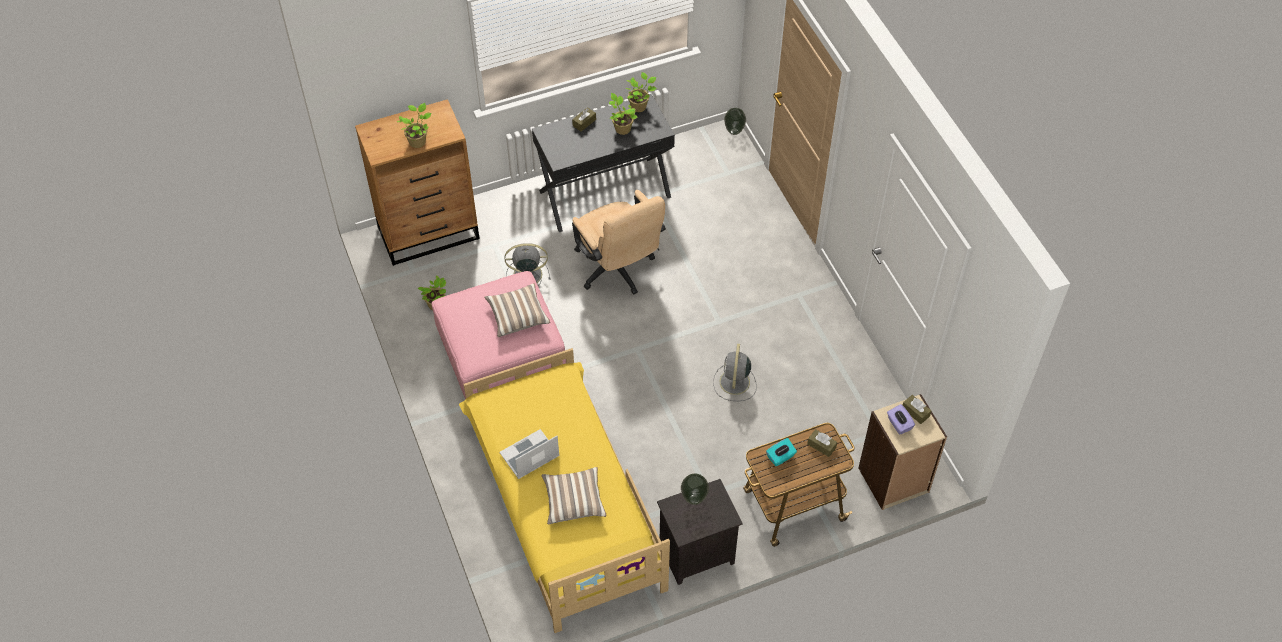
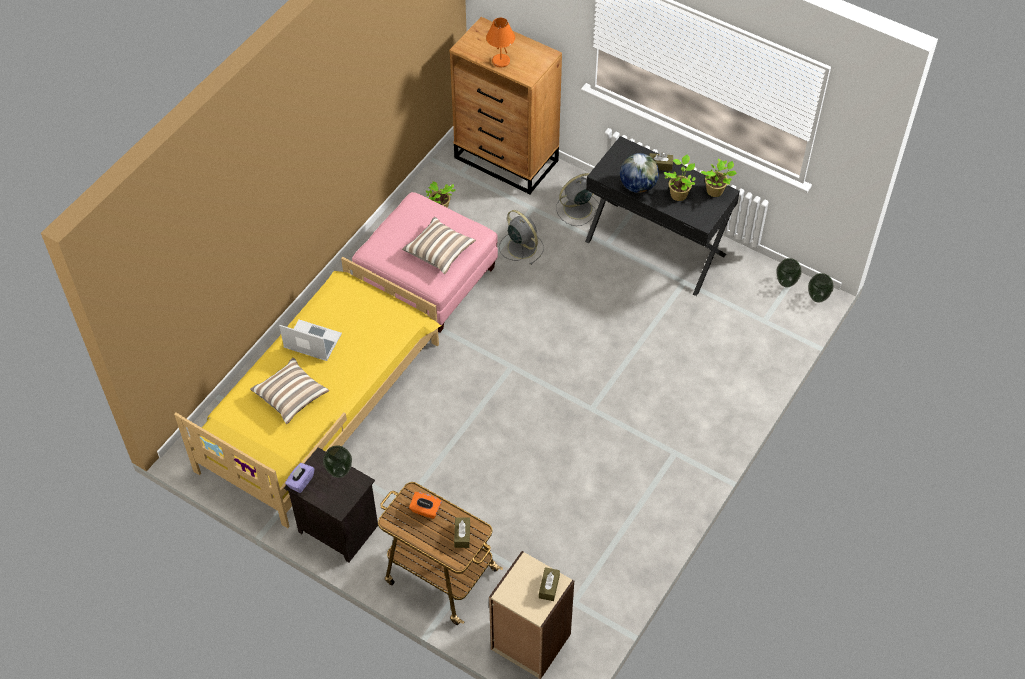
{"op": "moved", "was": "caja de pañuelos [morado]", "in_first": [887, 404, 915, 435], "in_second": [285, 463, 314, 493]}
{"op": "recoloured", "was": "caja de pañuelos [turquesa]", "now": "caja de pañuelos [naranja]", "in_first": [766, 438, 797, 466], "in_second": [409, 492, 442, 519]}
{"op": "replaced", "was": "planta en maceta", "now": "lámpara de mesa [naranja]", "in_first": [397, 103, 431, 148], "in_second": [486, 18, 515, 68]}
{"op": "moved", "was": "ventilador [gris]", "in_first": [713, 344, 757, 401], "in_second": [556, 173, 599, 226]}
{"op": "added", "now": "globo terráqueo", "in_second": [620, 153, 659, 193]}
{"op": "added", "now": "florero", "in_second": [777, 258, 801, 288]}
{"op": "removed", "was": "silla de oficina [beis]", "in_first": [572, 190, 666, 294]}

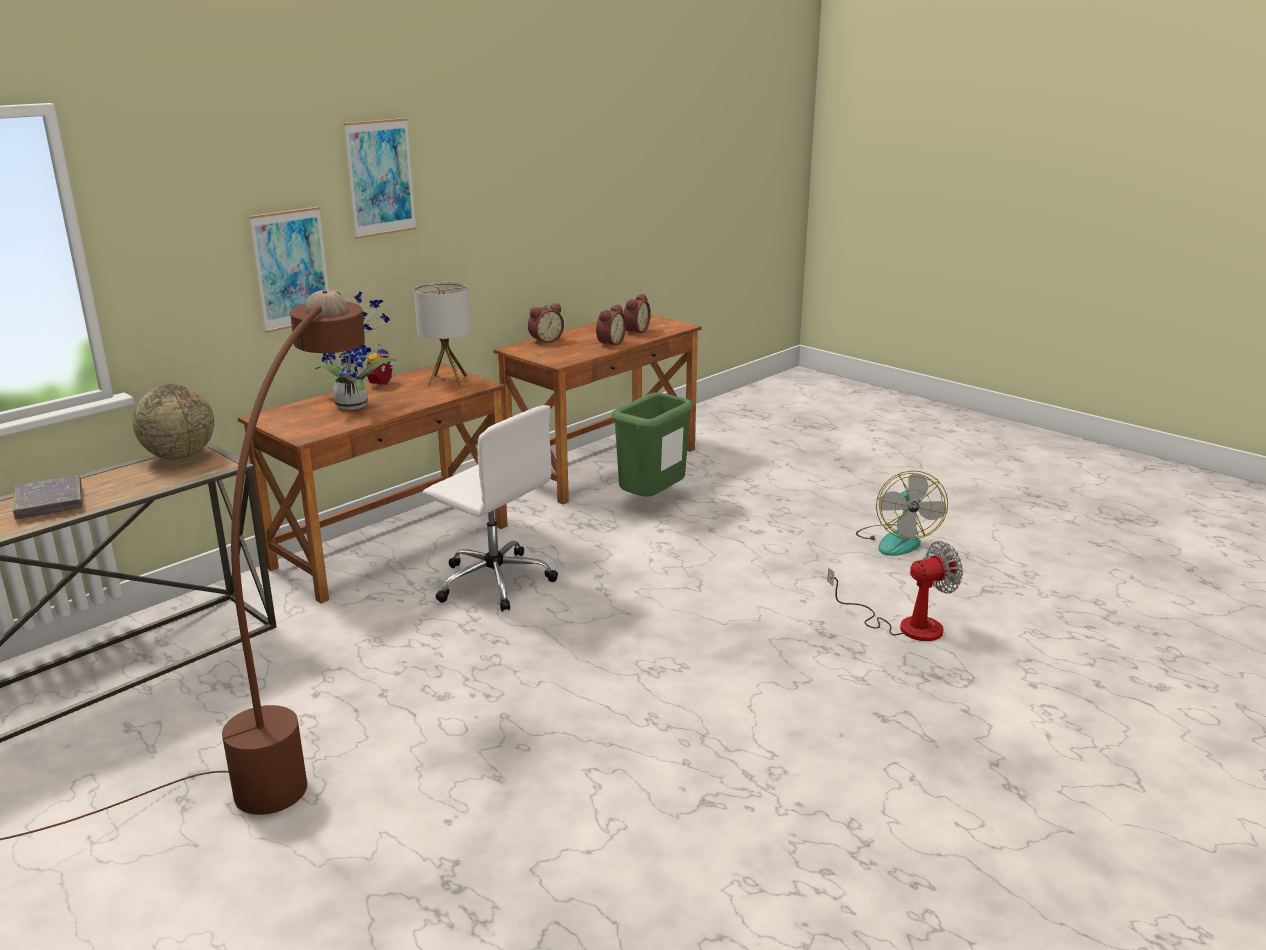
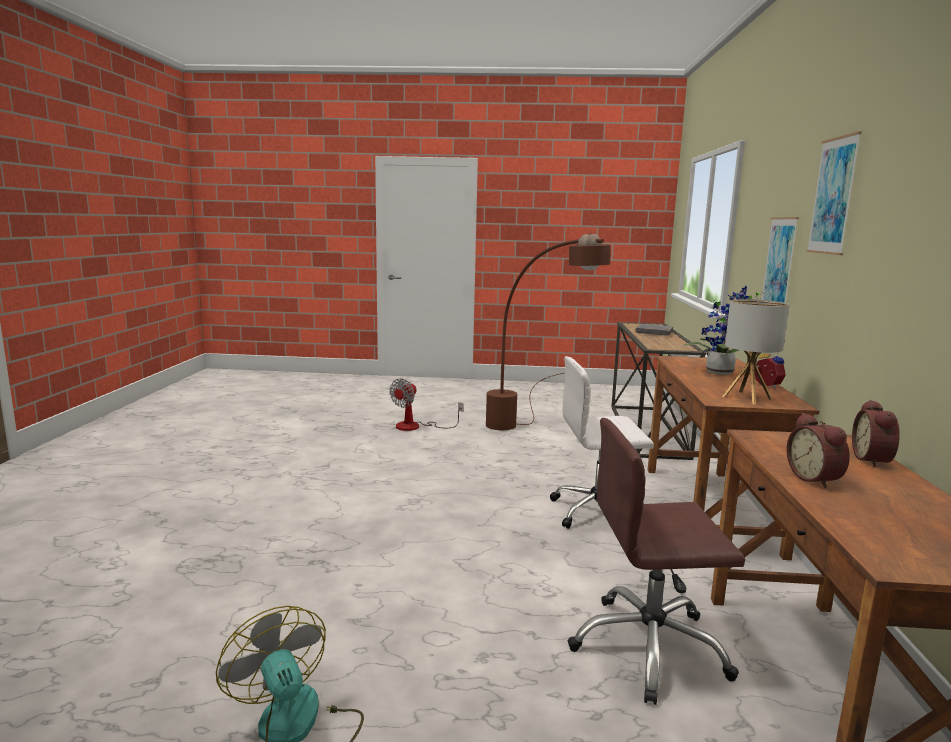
{"op": "moved", "was": "ventilador", "in_first": [827, 541, 963, 641], "in_second": [389, 378, 464, 431]}
{"op": "replaced", "was": "papelera [verde]", "now": "silla de oficina [marrón]", "in_first": [612, 392, 693, 497], "in_second": [568, 418, 745, 705]}
{"op": "removed", "was": "globo terráqueo", "in_first": [133, 384, 214, 460]}
{"op": "removed", "was": "despertador", "in_first": [623, 294, 651, 335]}

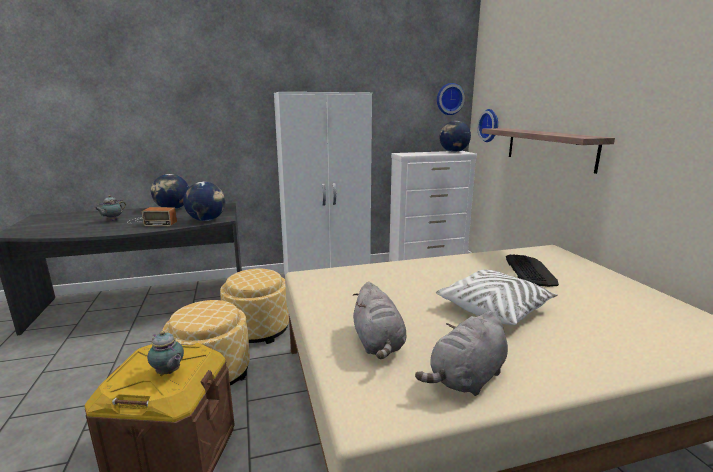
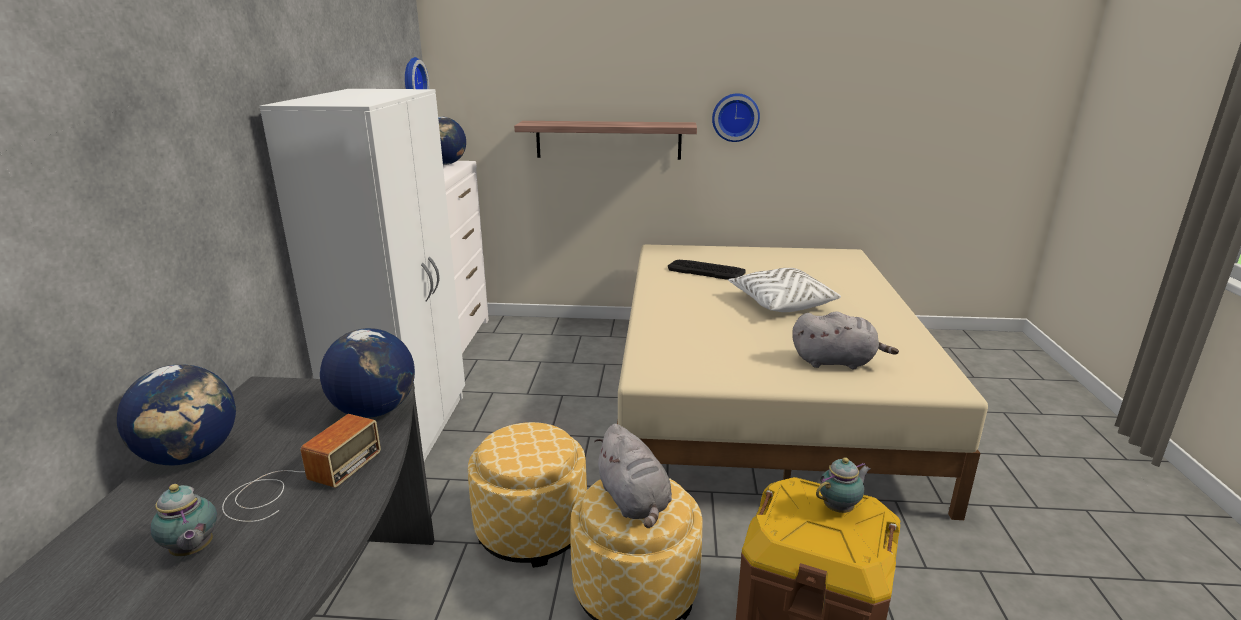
{"op": "moved", "was": "peluche [gris]", "in_first": [415, 311, 508, 396], "in_second": [594, 424, 672, 528]}
{"op": "moved", "was": "reloj de pared", "in_first": [477, 109, 498, 142], "in_second": [712, 93, 760, 142]}

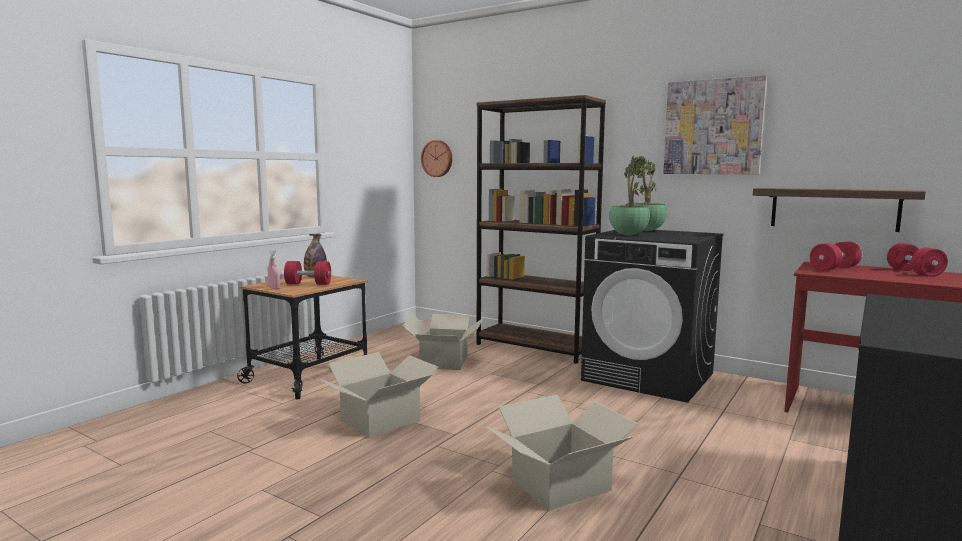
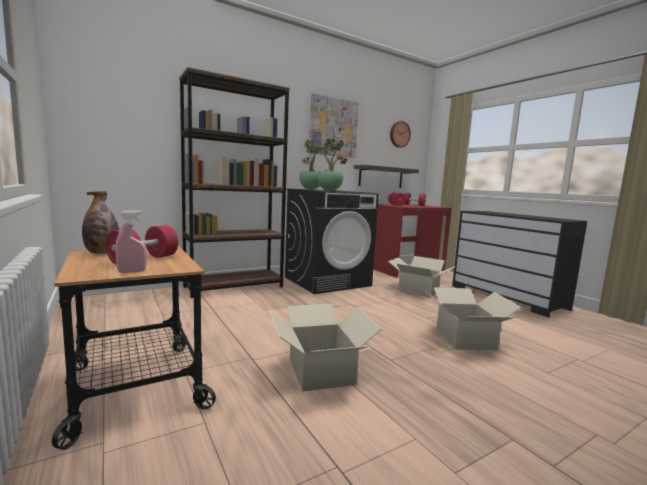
{"op": "moved", "was": "caja de cartón", "in_first": [402, 314, 483, 370], "in_second": [388, 256, 455, 297]}
{"op": "moved", "was": "reloj de pared", "in_first": [421, 140, 452, 177], "in_second": [390, 121, 411, 148]}

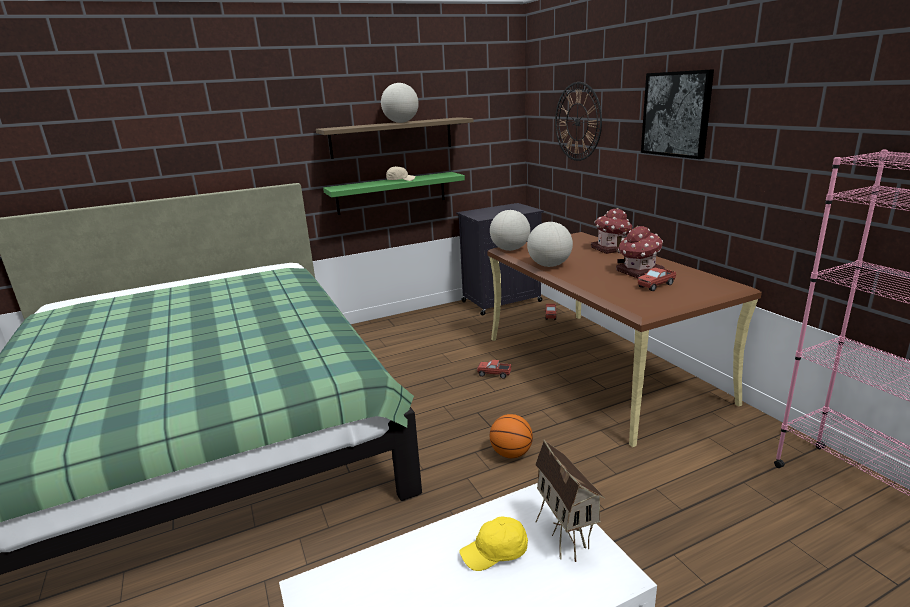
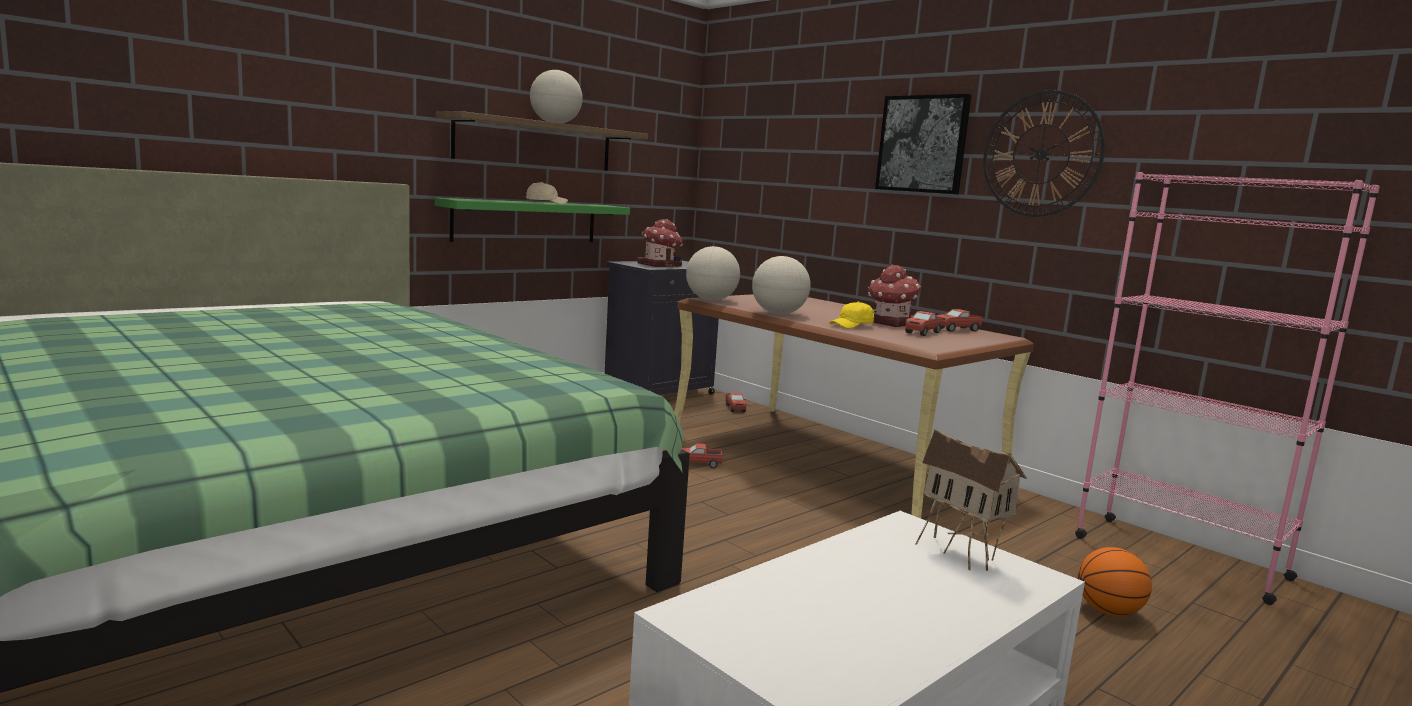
{"op": "moved", "was": "casita", "in_first": [591, 208, 633, 254], "in_second": [637, 219, 683, 267]}
{"op": "moved", "was": "gorra [amarillo]", "in_first": [459, 516, 528, 571], "in_second": [830, 302, 874, 329]}
{"op": "added", "now": "camión de juguete", "in_second": [936, 309, 983, 332]}
{"op": "moved", "was": "reloj de pared", "in_first": [555, 82, 602, 161], "in_second": [983, 90, 1105, 217]}
{"op": "moved", "was": "balón de baloncesto", "in_first": [490, 414, 533, 458], "in_second": [1078, 547, 1152, 616]}

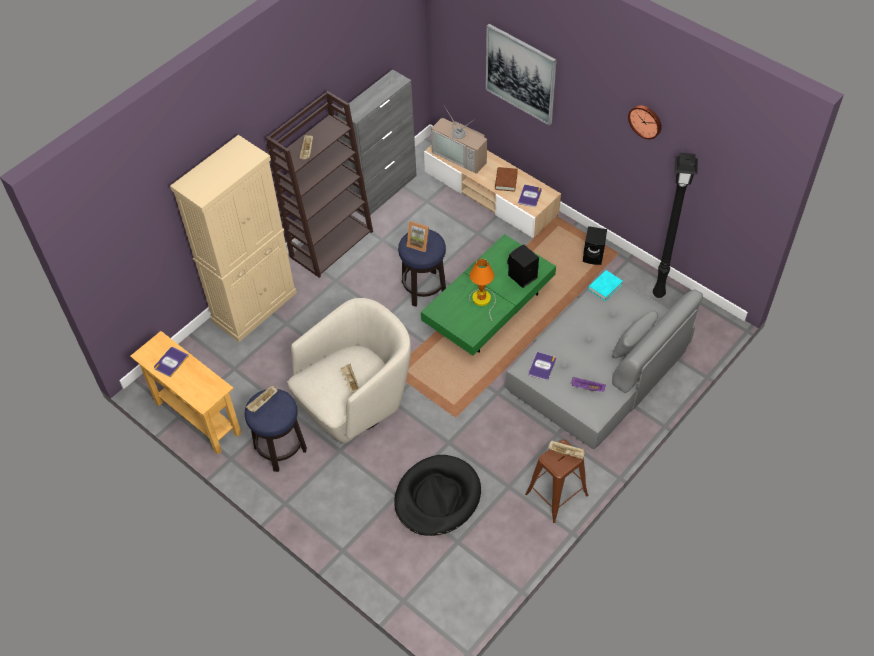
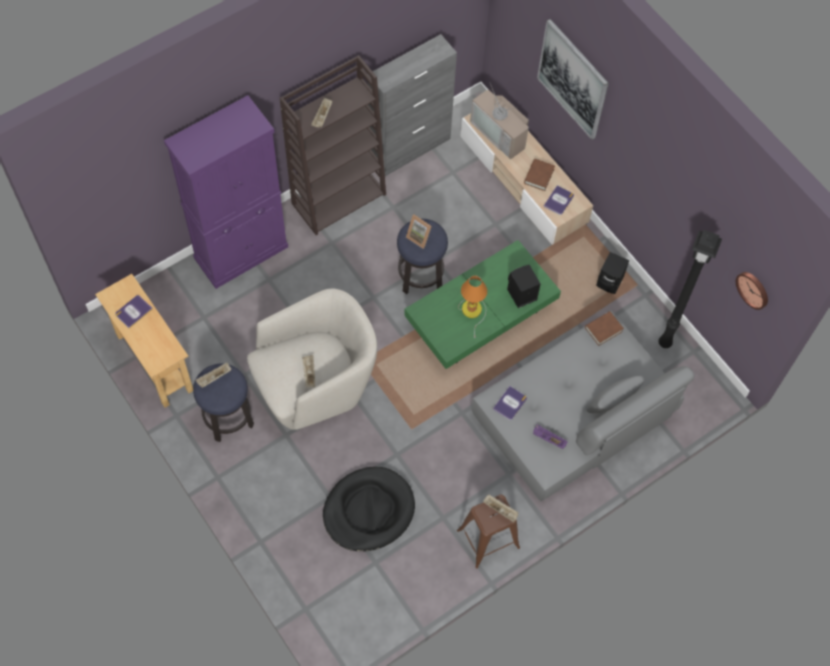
{"op": "recoloured", "was": "armario [beis]", "now": "armario [morado]", "in_first": [170, 135, 297, 342], "in_second": [164, 95, 288, 289]}
{"op": "recoloured", "was": "libro [turquesa]", "now": "libro [marrón]", "in_first": [588, 270, 623, 301], "in_second": [585, 311, 624, 346]}
{"op": "moved", "was": "reloj de pared", "in_first": [628, 105, 662, 139], "in_second": [736, 272, 768, 310]}

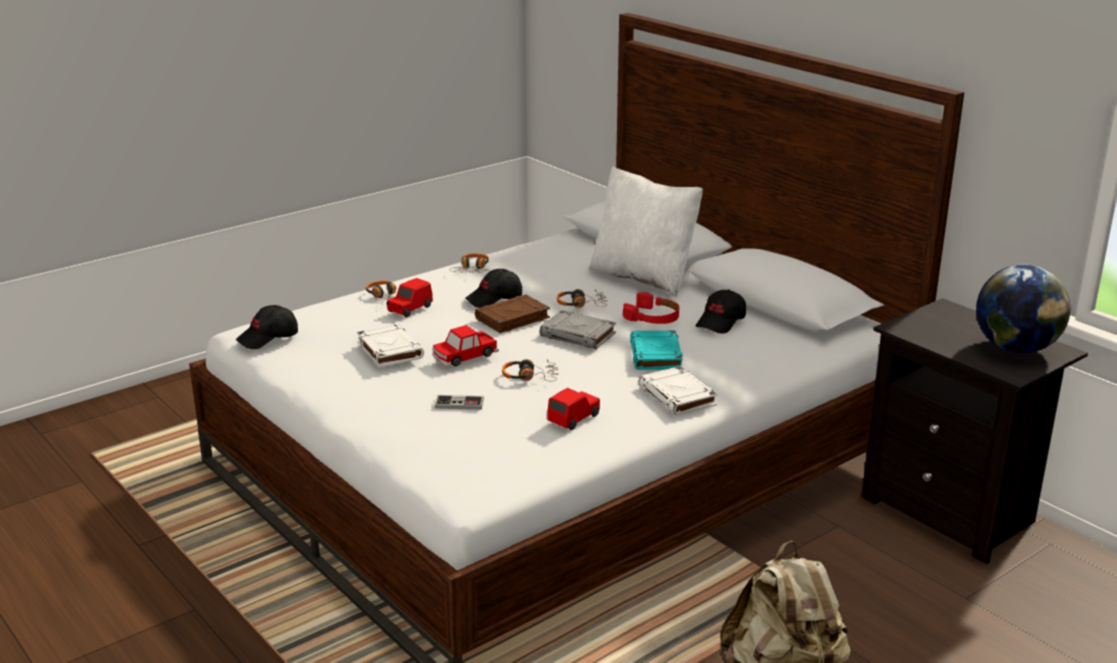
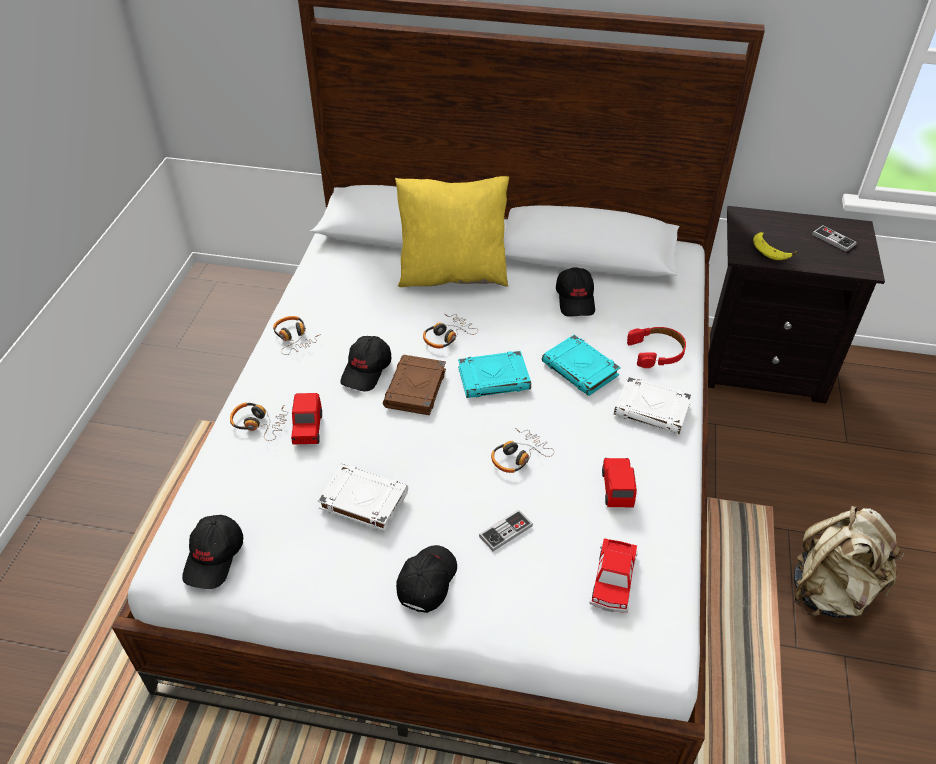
{"op": "recoloured", "was": "cojín [blanco]", "now": "cojín [amarillo]", "in_first": [589, 166, 703, 297], "in_second": [395, 176, 509, 287]}
{"op": "added", "now": "gorra [negro]", "in_second": [396, 545, 457, 613]}
{"op": "recoloured", "was": "libro [gris]", "now": "libro [turquesa]", "in_first": [540, 310, 616, 349], "in_second": [458, 351, 531, 398]}
{"op": "moved", "was": "coche de juguete", "in_first": [432, 325, 499, 367], "in_second": [589, 538, 638, 613]}
{"op": "moved", "was": "auriculares [rojo]", "in_first": [623, 292, 679, 324], "in_second": [627, 327, 686, 368]}
{"op": "added", "now": "plátano", "in_second": [753, 232, 798, 260]}
{"op": "replaced", "was": "globo terráqueo", "now": "mando de consola", "in_first": [976, 264, 1071, 353], "in_second": [812, 225, 857, 252]}

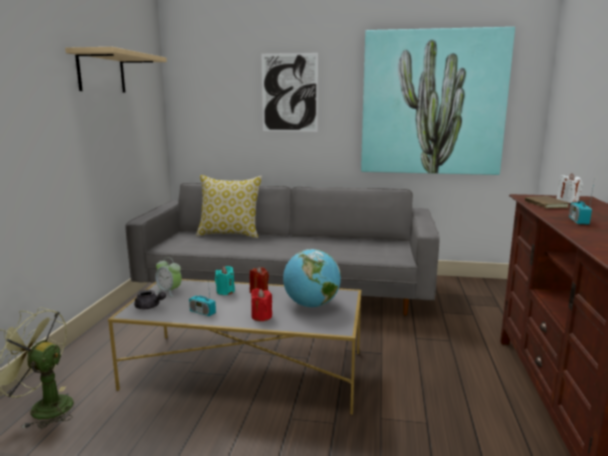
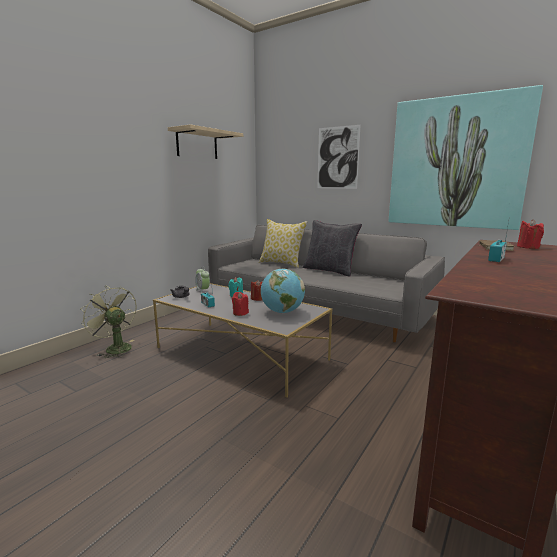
{"op": "added", "now": "cojín [negro]", "in_second": [303, 220, 362, 277]}
{"op": "recoloured", "was": "vela [blanco]", "now": "vela [rojo]", "in_first": [556, 173, 583, 203], "in_second": [517, 219, 544, 249]}

